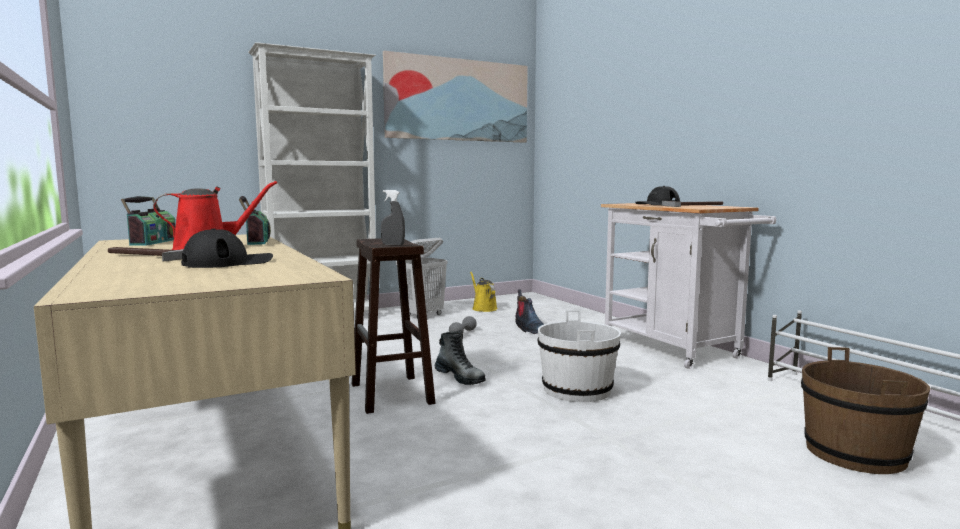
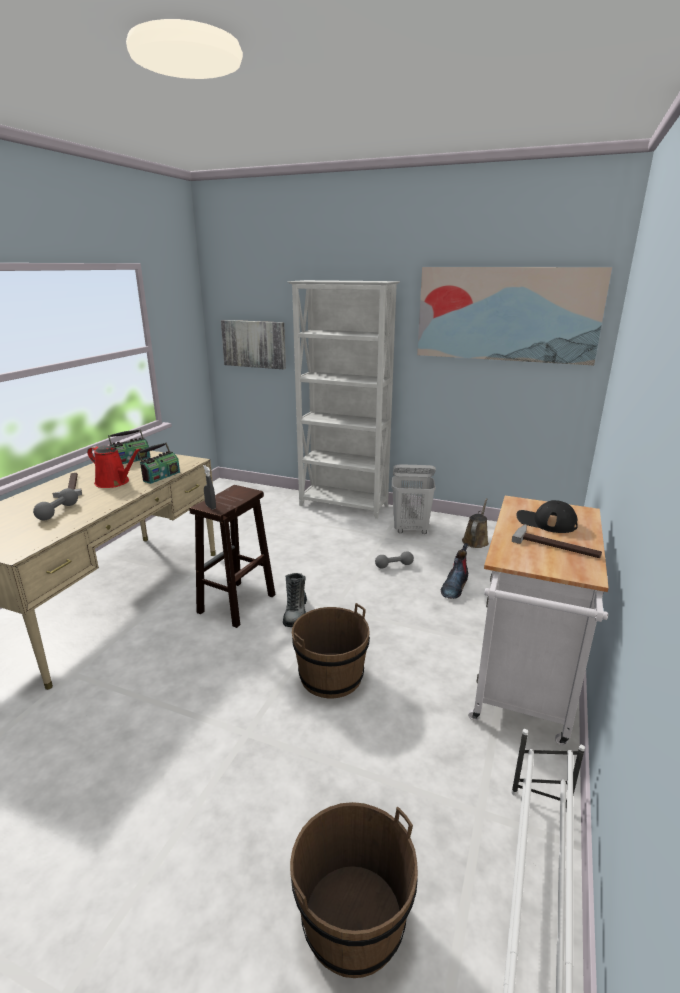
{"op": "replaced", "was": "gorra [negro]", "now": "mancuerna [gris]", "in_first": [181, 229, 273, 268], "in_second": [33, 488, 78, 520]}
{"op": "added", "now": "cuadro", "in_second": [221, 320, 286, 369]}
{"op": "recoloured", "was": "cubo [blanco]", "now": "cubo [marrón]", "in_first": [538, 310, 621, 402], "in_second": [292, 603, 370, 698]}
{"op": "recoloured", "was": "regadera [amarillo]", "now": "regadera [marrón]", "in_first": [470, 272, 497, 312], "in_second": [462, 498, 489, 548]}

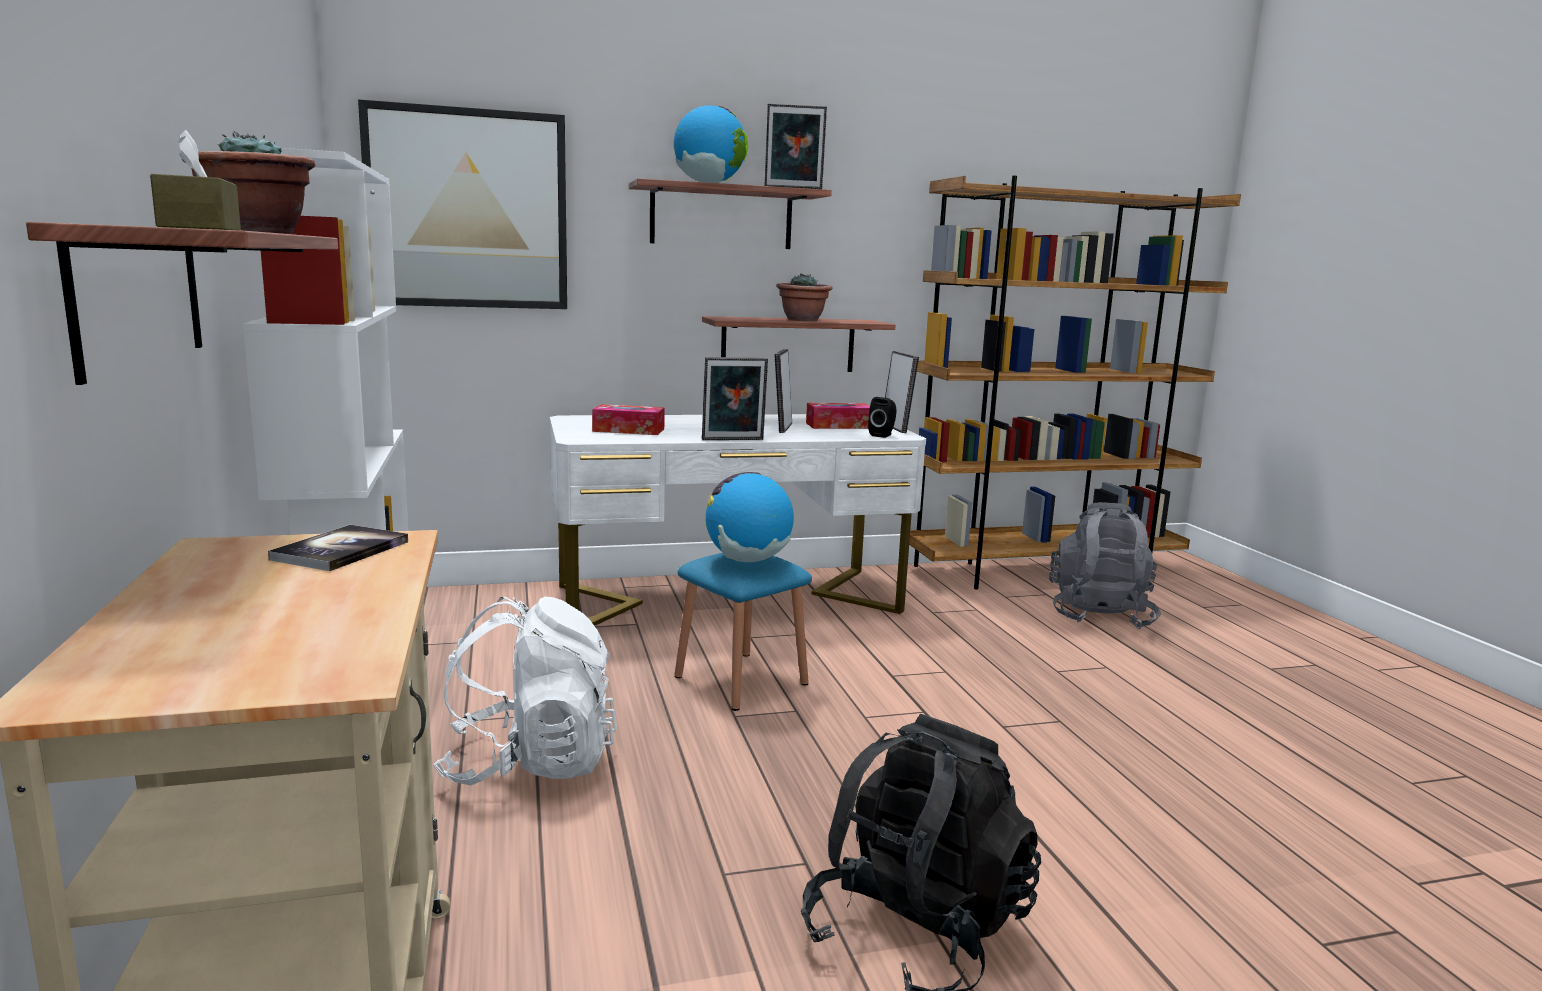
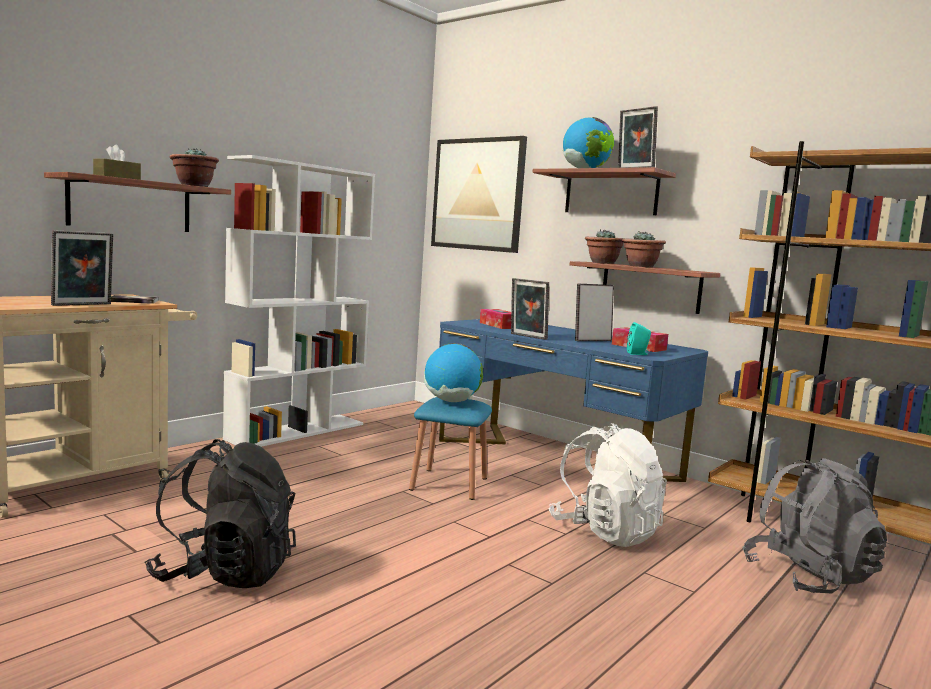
{"op": "moved", "was": "portarretratos", "in_first": [885, 351, 919, 433], "in_second": [51, 230, 113, 306]}
{"op": "recoloured", "was": "escritorio [blanco]", "now": "escritorio [azul]", "in_first": [550, 414, 926, 626], "in_second": [439, 319, 708, 482]}
{"op": "moved", "was": "mochila [blanco]", "in_first": [433, 597, 617, 786], "in_second": [548, 423, 667, 547]}
{"op": "added", "now": "planta en maceta", "in_second": [585, 229, 626, 264]}
{"op": "recoloured", "was": "altavoz [negro]", "now": "altavoz [turquesa]", "in_first": [868, 397, 896, 438], "in_second": [627, 322, 651, 355]}

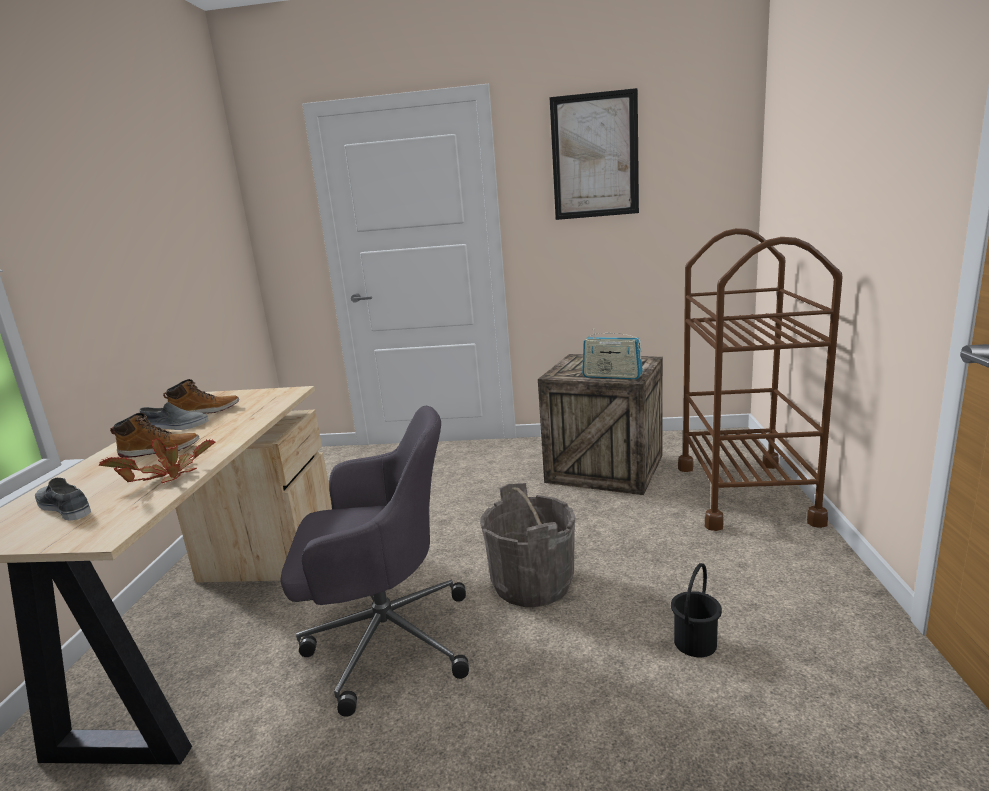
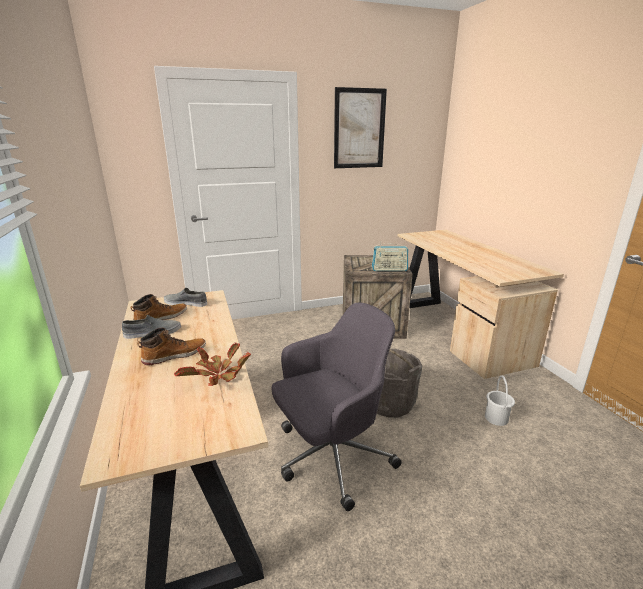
{"op": "moved", "was": "zapato [gris]", "in_first": [35, 478, 91, 521], "in_second": [164, 288, 207, 307]}
{"op": "replaced", "was": "carrito [marrón]", "now": "escritorio [beis]", "in_first": [678, 228, 843, 531], "in_second": [397, 230, 564, 379]}
{"op": "recoloured", "was": "cubo [negro]", "now": "cubo [blanco]", "in_first": [671, 563, 722, 657], "in_second": [485, 375, 515, 426]}

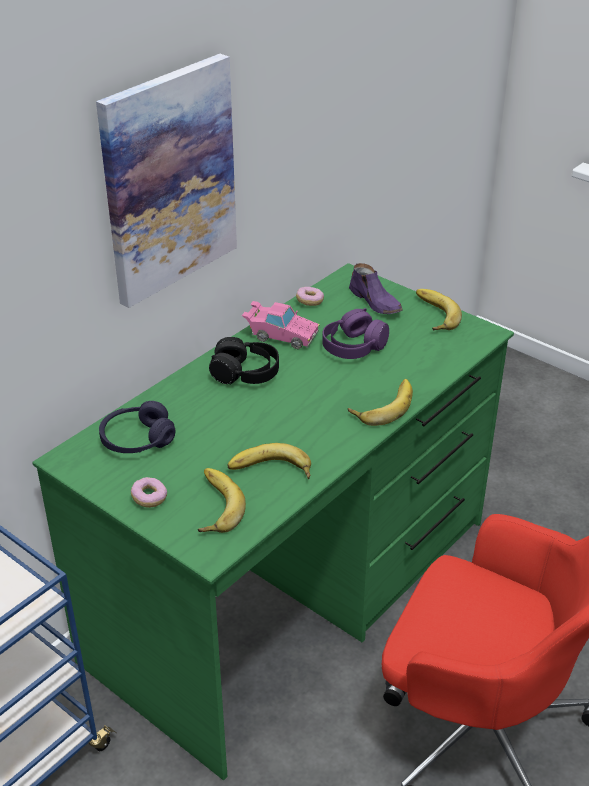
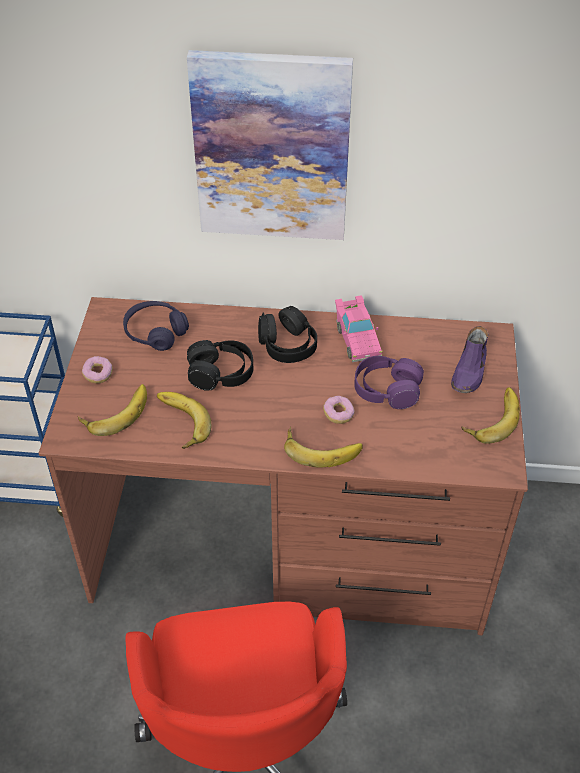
{"op": "recoloured", "was": "escritorio [verde]", "now": "escritorio [marrón]", "in_first": [32, 263, 514, 780], "in_second": [39, 297, 528, 636]}
{"op": "added", "now": "auriculares [negro]", "in_second": [187, 340, 253, 391]}
{"op": "moved", "was": "rosquilla", "in_first": [296, 287, 324, 306], "in_second": [323, 396, 355, 424]}

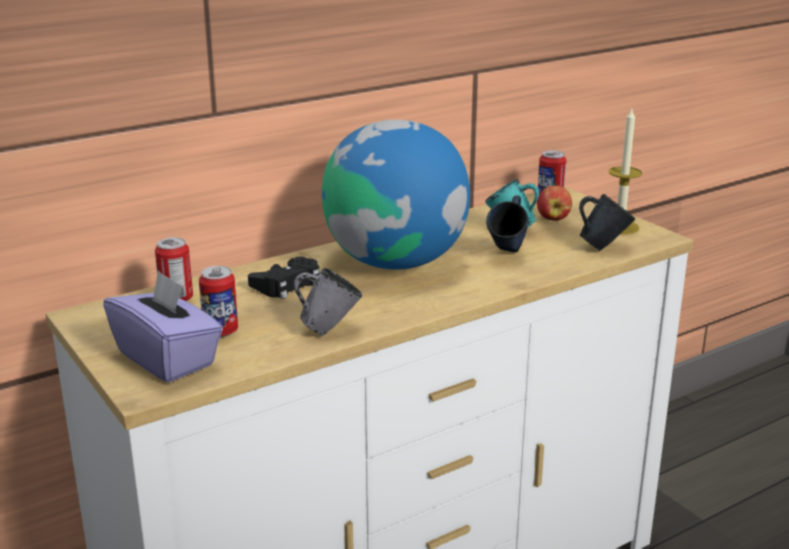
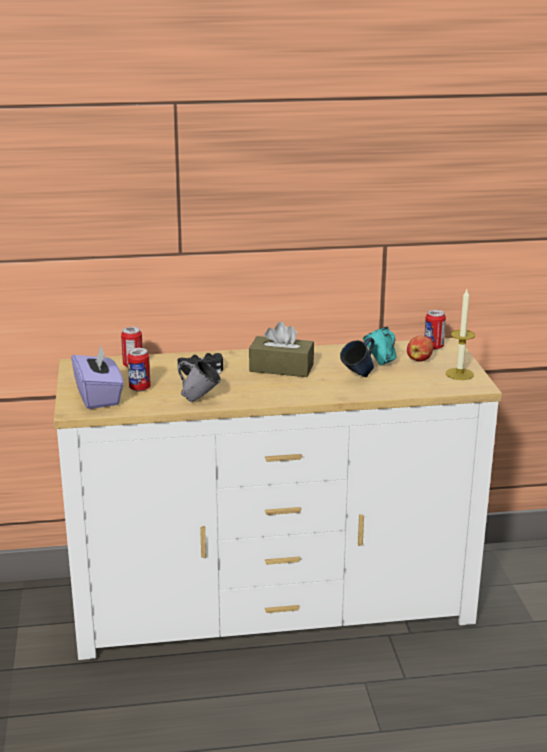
{"op": "replaced", "was": "globo terráqueo", "now": "caja de pañuelos [marrón]", "in_first": [322, 120, 470, 270], "in_second": [249, 322, 314, 377]}
{"op": "removed", "was": "taza grande [azul]", "in_first": [579, 194, 635, 251]}

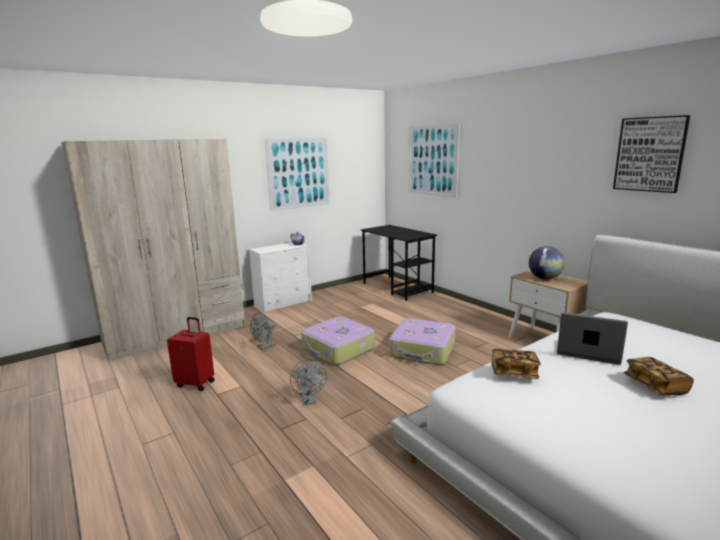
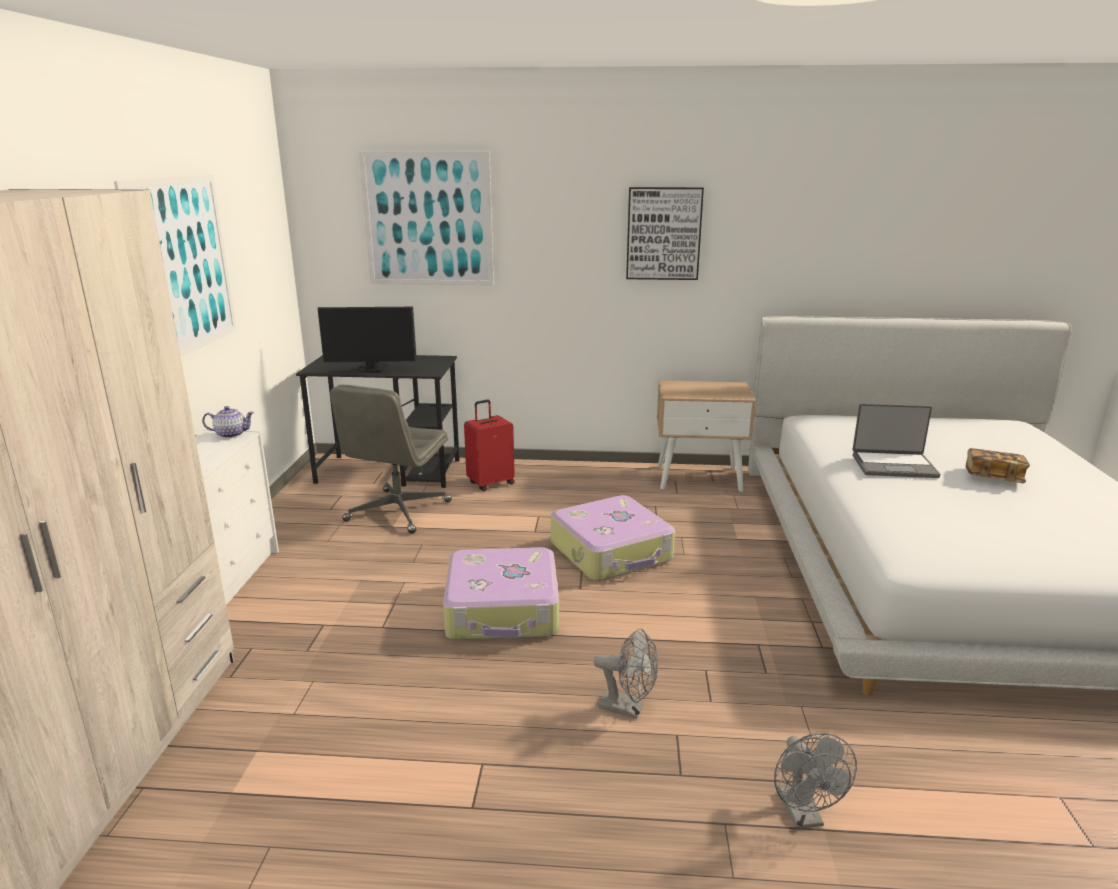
{"op": "added", "now": "monitor", "in_second": [317, 307, 417, 373]}
{"op": "added", "now": "silla de oficina [gris]", "in_second": [330, 385, 452, 534]}
{"op": "moved", "was": "maleta [rojo]", "in_first": [167, 317, 215, 391], "in_second": [464, 399, 515, 491]}
{"op": "moved", "was": "cuadro", "in_first": [613, 115, 690, 193], "in_second": [626, 187, 704, 280]}
{"op": "moved", "was": "ventilador [gris]", "in_first": [250, 313, 276, 350], "in_second": [774, 733, 857, 829]}
{"op": "turned", "was": "portátil", "in_first": [557, 313, 628, 365], "in_second": [852, 403, 940, 478], "clockwise": -150}
{"op": "removed", "was": "libro", "in_first": [492, 349, 541, 379]}
{"op": "removed", "was": "globo terráqueo", "in_first": [529, 246, 565, 279]}

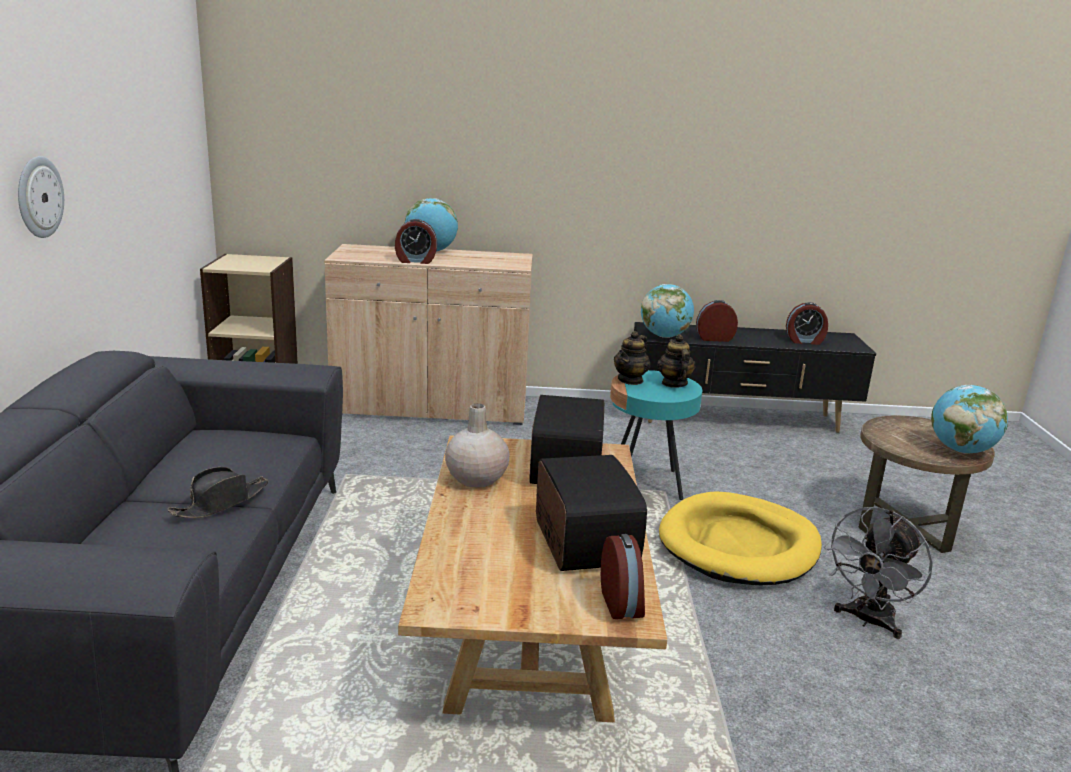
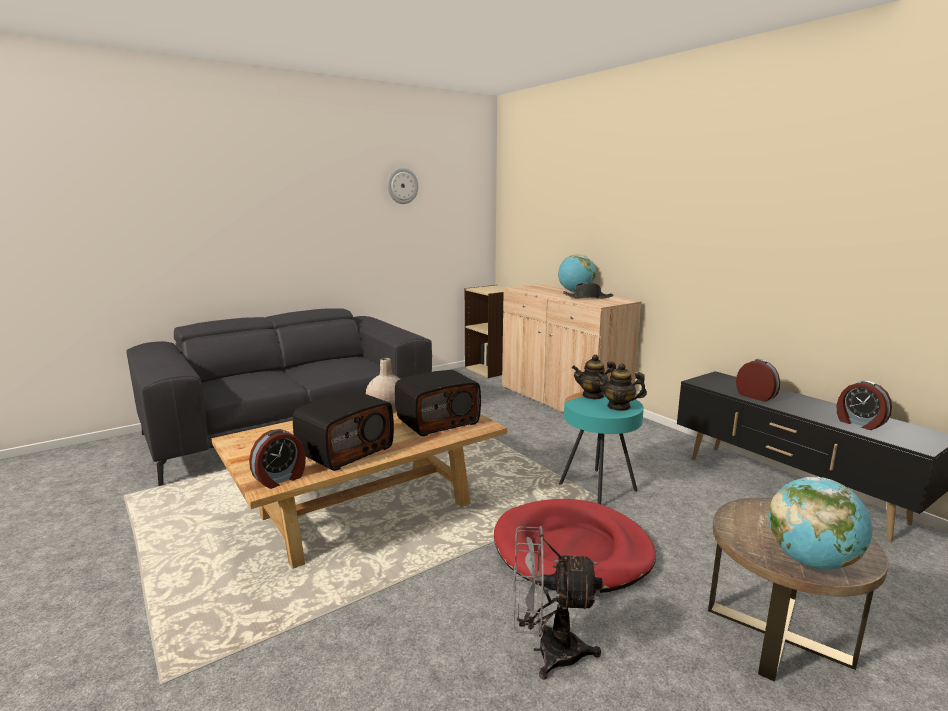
{"op": "moved", "was": "reloj de pared", "in_first": [18, 156, 64, 238], "in_second": [387, 168, 418, 204]}
{"op": "recoloured", "was": "cama para perro [amarillo]", "now": "cama para perro [rojo]", "in_first": [659, 491, 822, 585], "in_second": [494, 499, 656, 593]}
{"op": "moved", "was": "sombrero [negro]", "in_first": [168, 467, 269, 518], "in_second": [563, 283, 613, 299]}
{"op": "turned", "was": "tetera", "in_first": [657, 334, 696, 388], "in_second": [596, 363, 647, 411], "clockwise": -120}
{"op": "removed", "was": "despertador", "in_first": [395, 219, 437, 264]}
{"op": "removed", "was": "globo terráqueo", "in_first": [641, 284, 694, 338]}

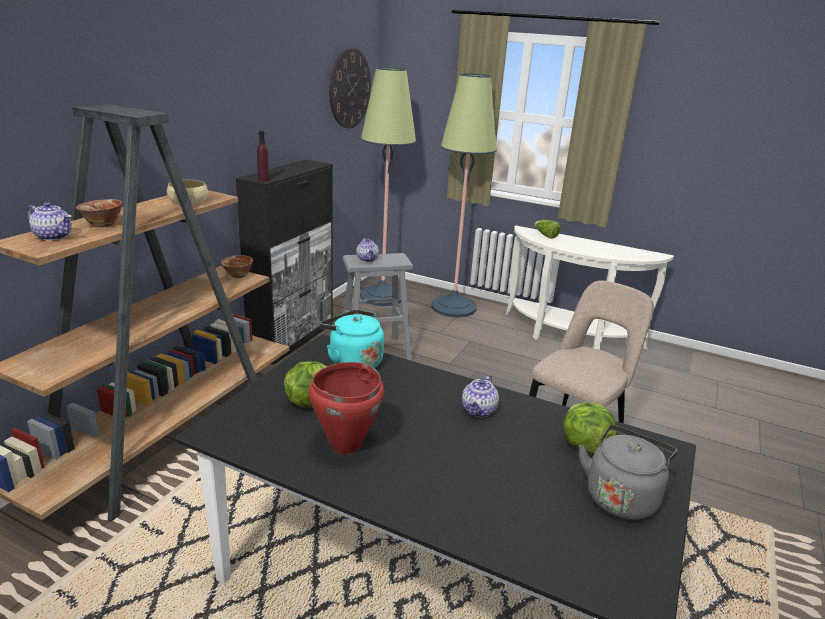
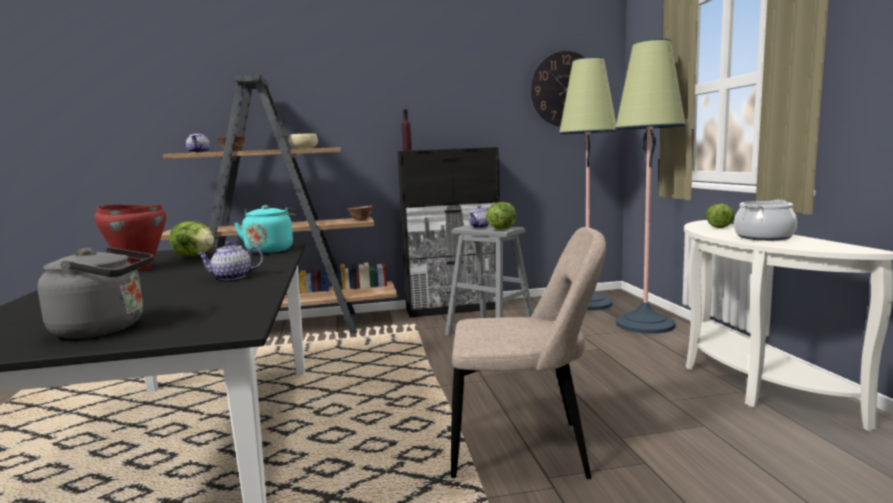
{"op": "moved", "was": "lechuga", "in_first": [563, 402, 617, 454], "in_second": [486, 202, 516, 229]}
{"op": "added", "now": "olla", "in_second": [734, 200, 797, 241]}

